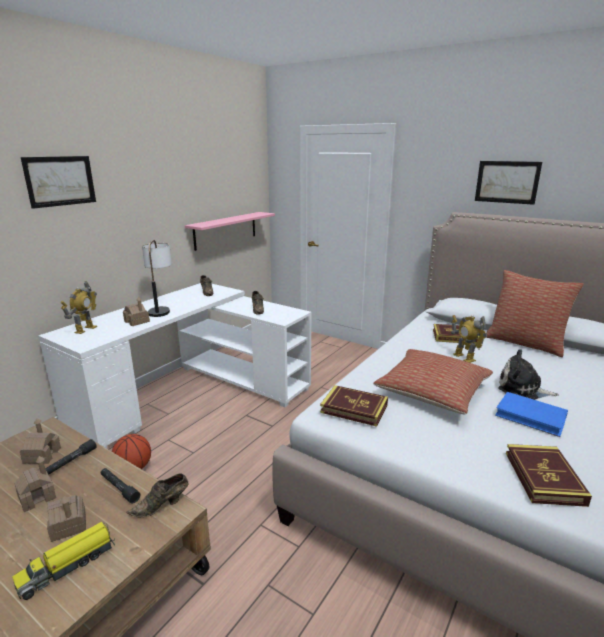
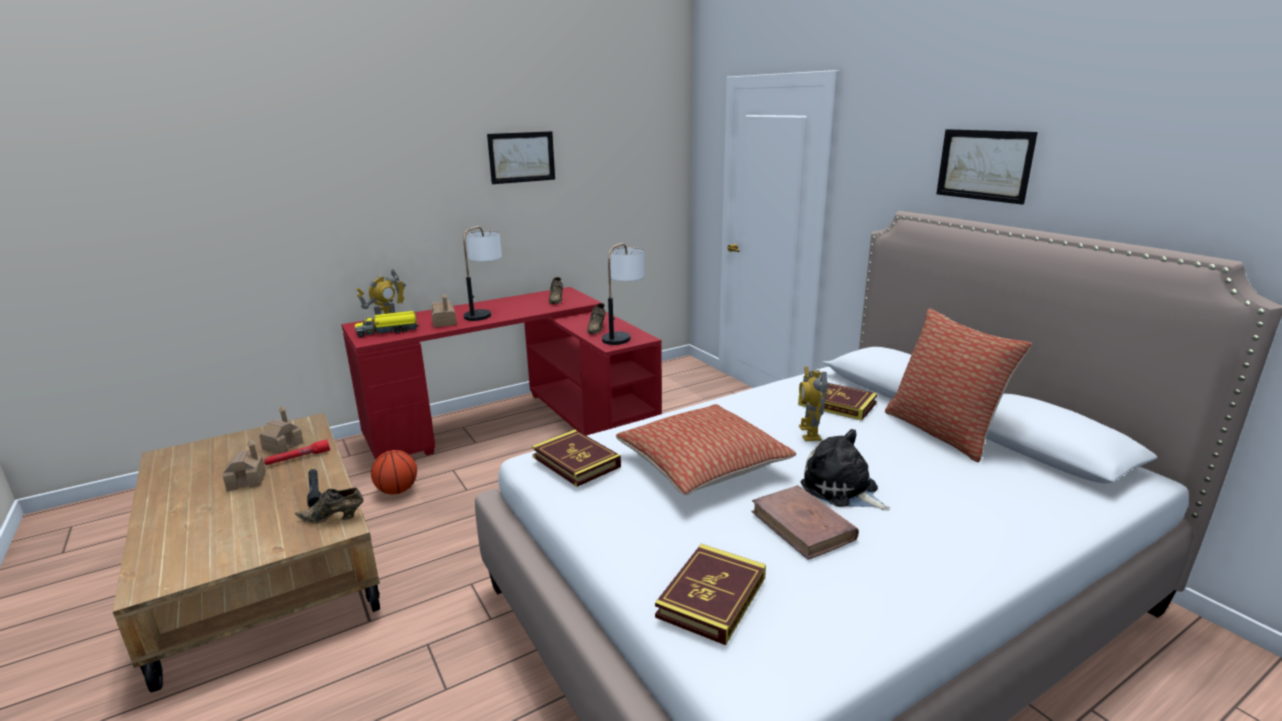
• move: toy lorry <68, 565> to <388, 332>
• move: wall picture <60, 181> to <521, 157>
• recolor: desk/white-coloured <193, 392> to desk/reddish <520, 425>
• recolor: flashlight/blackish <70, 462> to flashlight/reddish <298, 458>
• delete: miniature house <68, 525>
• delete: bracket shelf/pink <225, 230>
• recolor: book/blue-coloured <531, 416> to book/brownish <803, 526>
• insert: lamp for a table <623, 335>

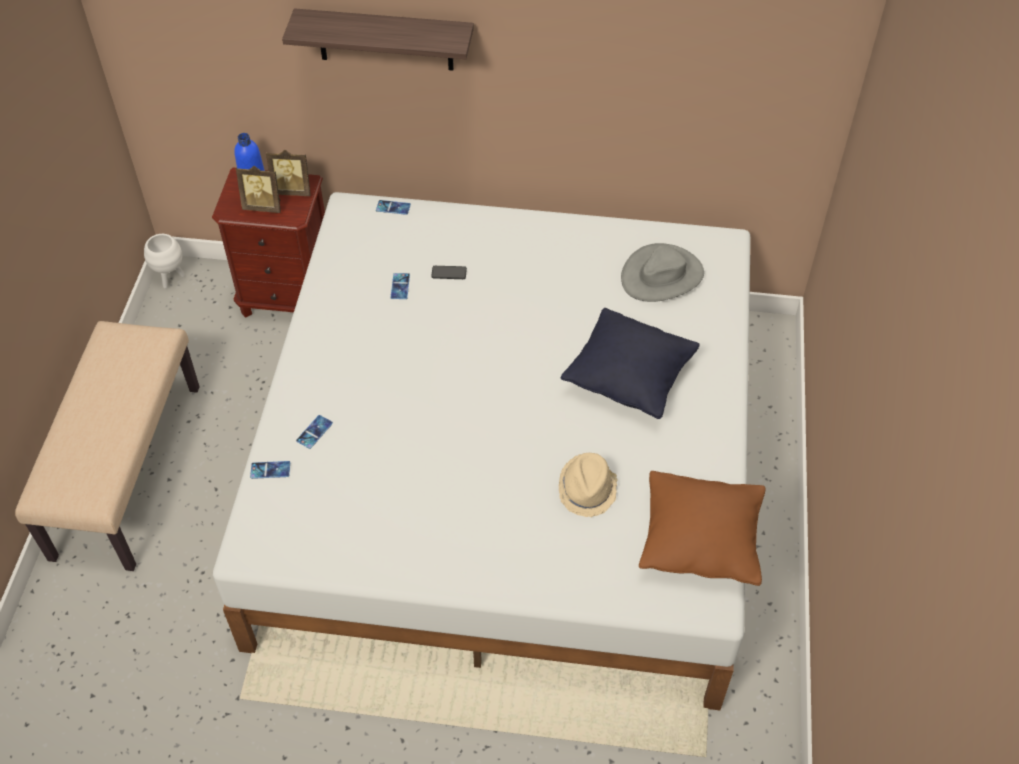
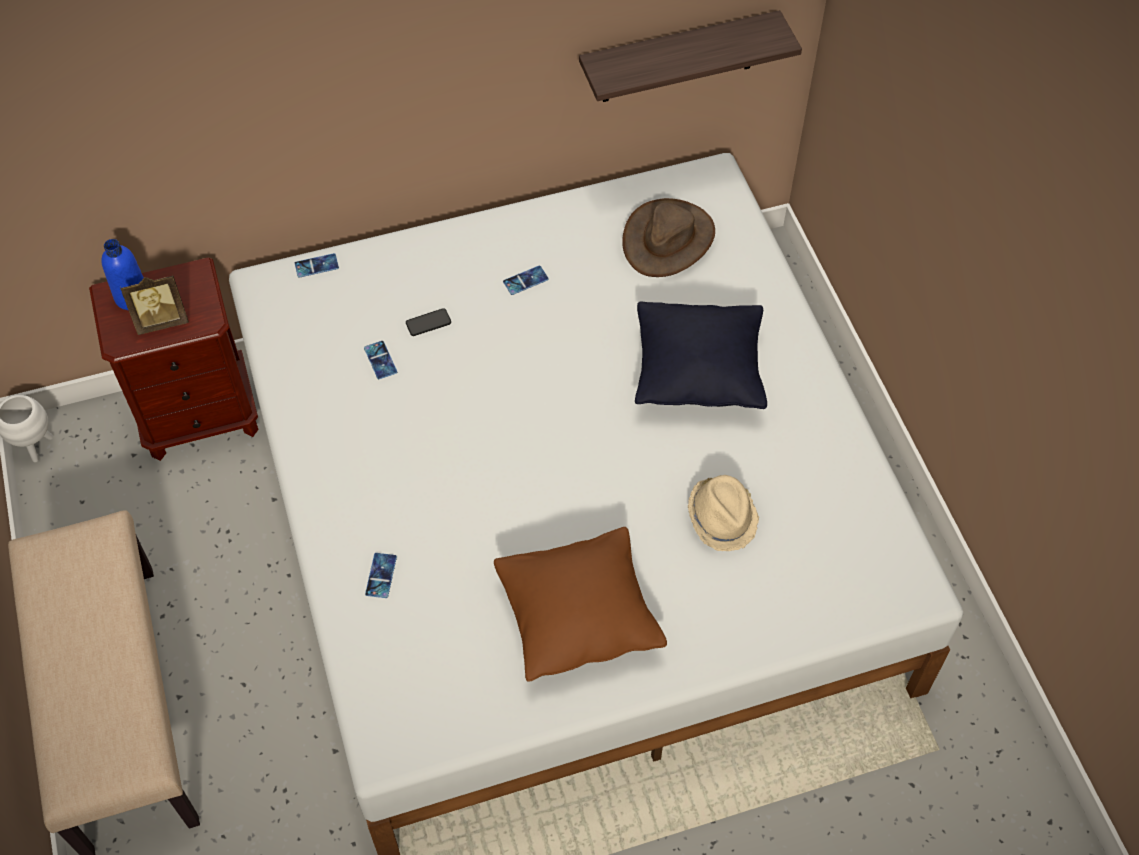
• move: telephone <270, 470> to <525, 280>
• delete: standing frame <293, 190>
• move: bracket shelf <385, 40> to <678, 58>
• recolor: hat/greyish <662, 275> to hat/brownish <668, 239>
• move: cushion/brownish <699, 543> to <578, 619>

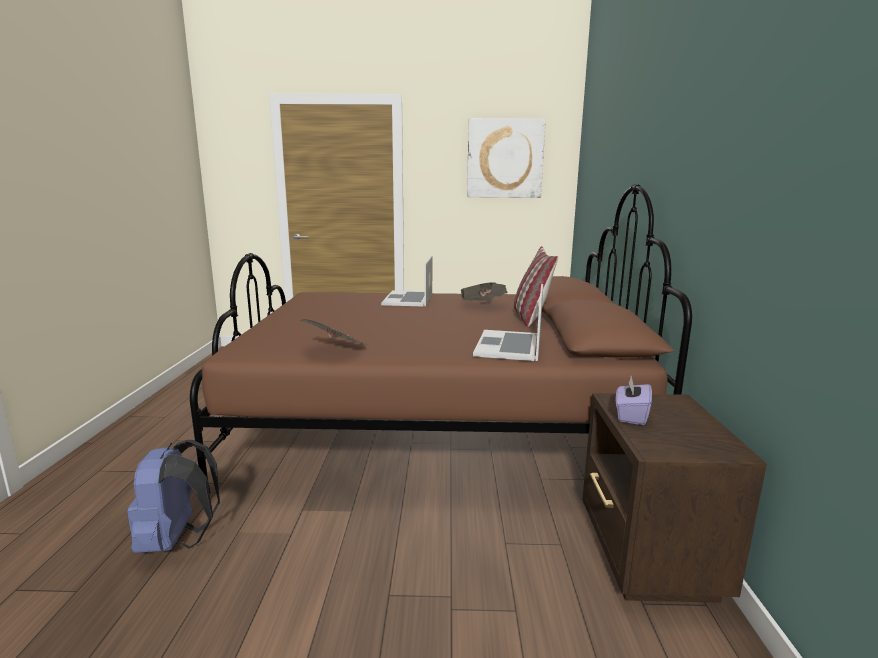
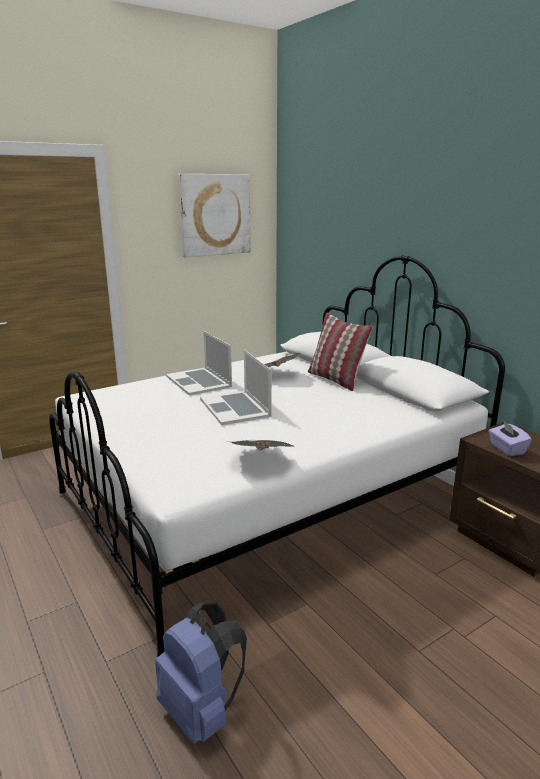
• recolor: bedroom bed/brownish <436, 425> to bedroom bed/white-coloured <268, 499>
• move: notebook computer <509, 346> to <235, 407>

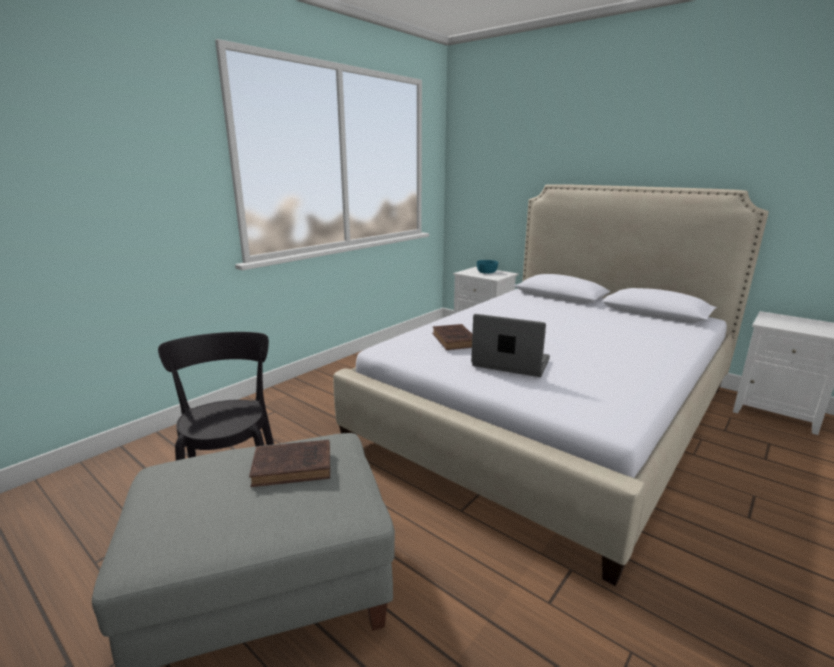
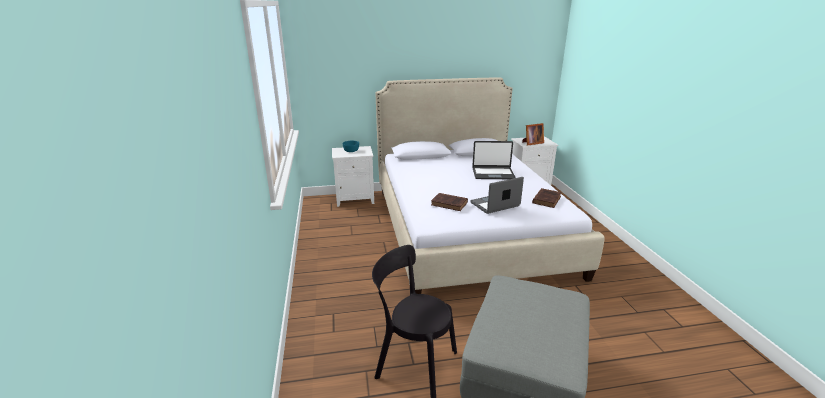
• move: book/brownish <295, 466> to <547, 199>
• insert: notebook computer <493, 174>
• insert: standing frame <532, 143>

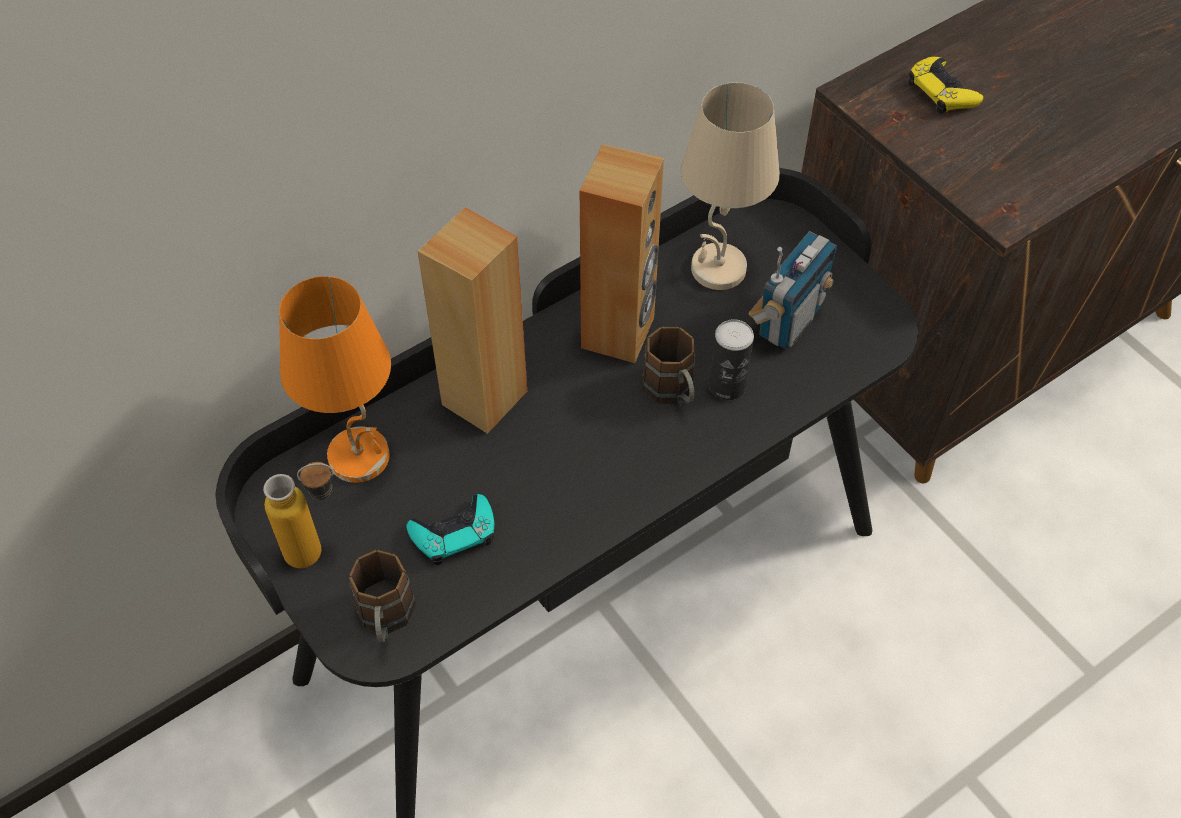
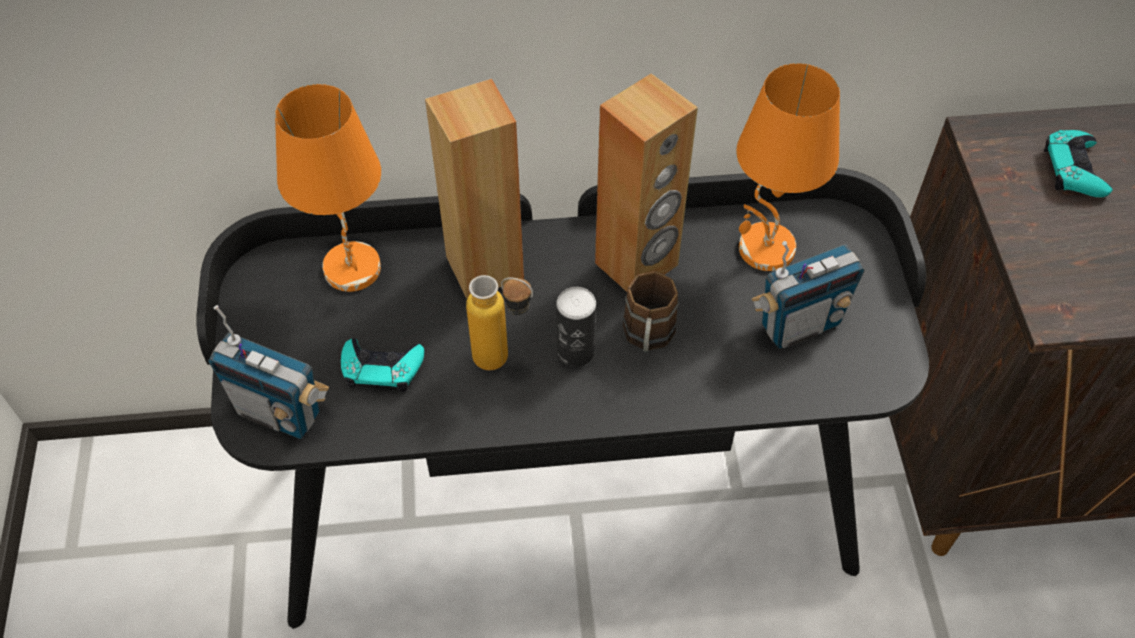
• move: bottle <319, 550> to <504, 361>
• replace: mug/brownish <386, 620> to radio set <280, 412>
• recolor: lamp for a table/sand-coloured <718, 270> to lamp for a table/orangey <765, 249>
• move: sealed can <727, 386> to <575, 352>
• recolor: joypad/yellow-coloured <942, 91> to joypad/blue-green <1074, 169>

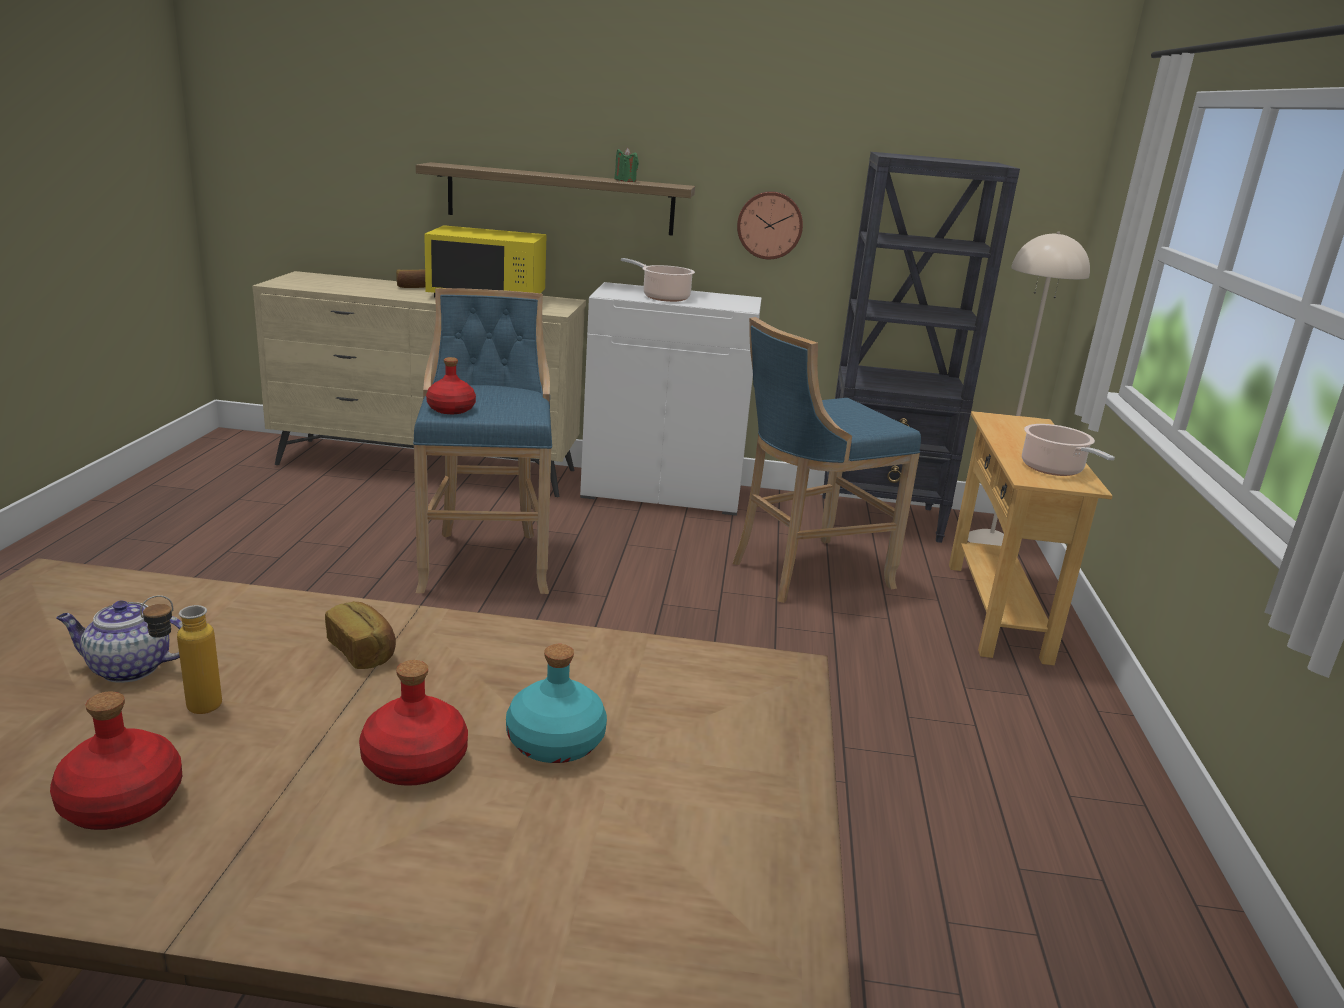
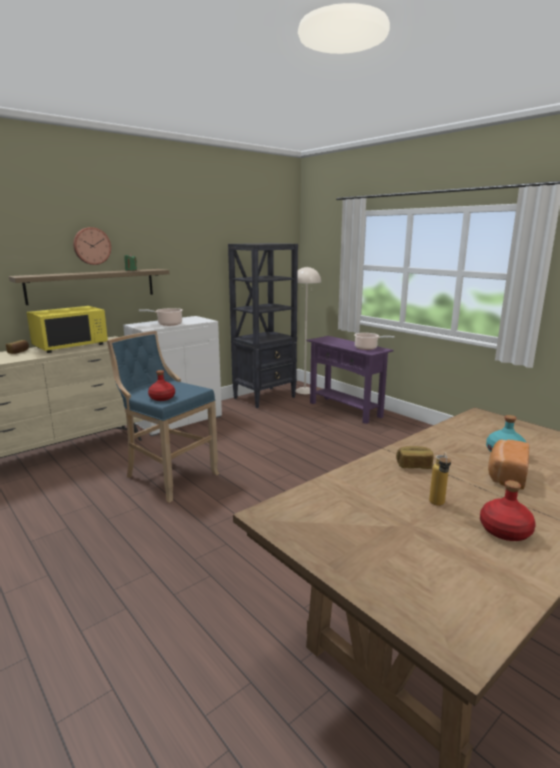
• delete: pot for tea <127, 669>
• replace: bottle/reddish <416, 763> to bread <505, 475>
• delete: stool/blue-coloured <804, 573>
• move: clock on the wall <770, 225> to <91, 246>
• recolor: console table/sand-coloured <996, 610> to console table/purplish <345, 409>

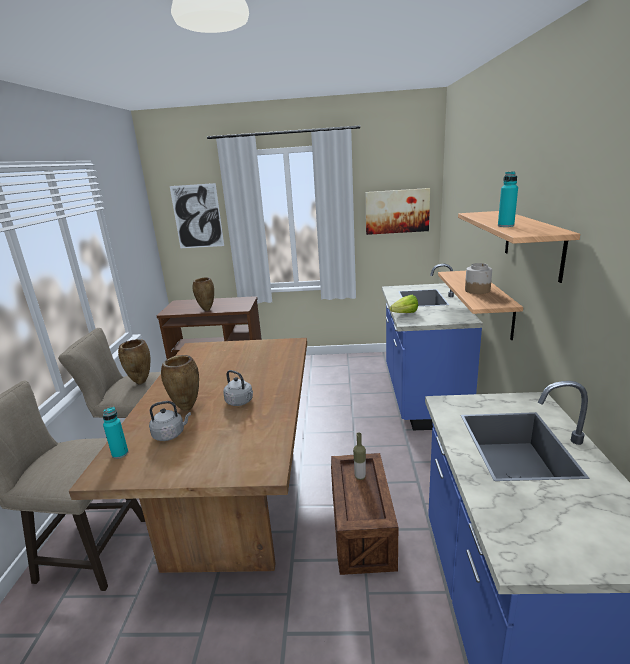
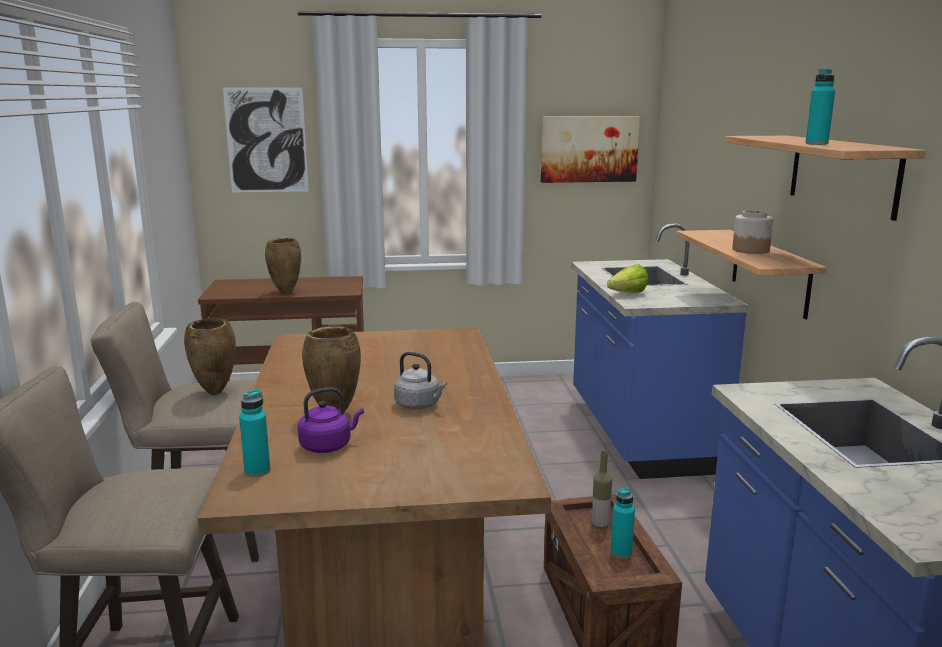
• recolor: water kettle/greyish <170, 434> to water kettle/purplish <328, 446>
• insert: bottle/blue-green <621, 552>

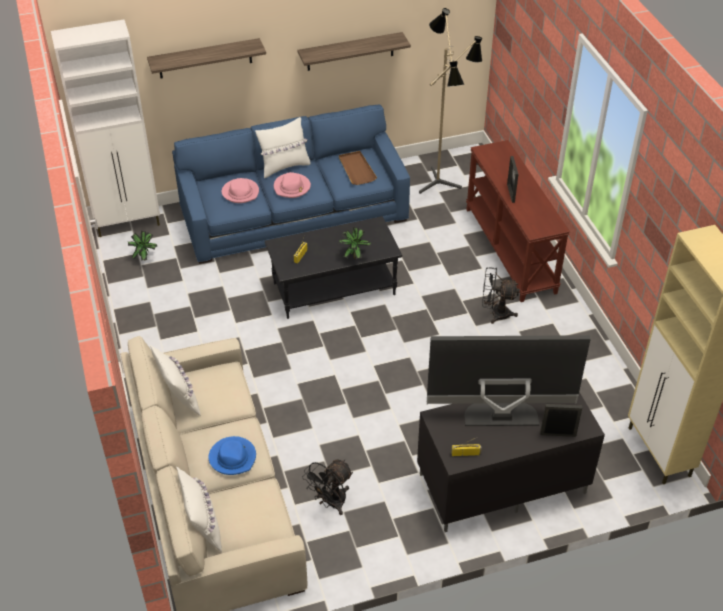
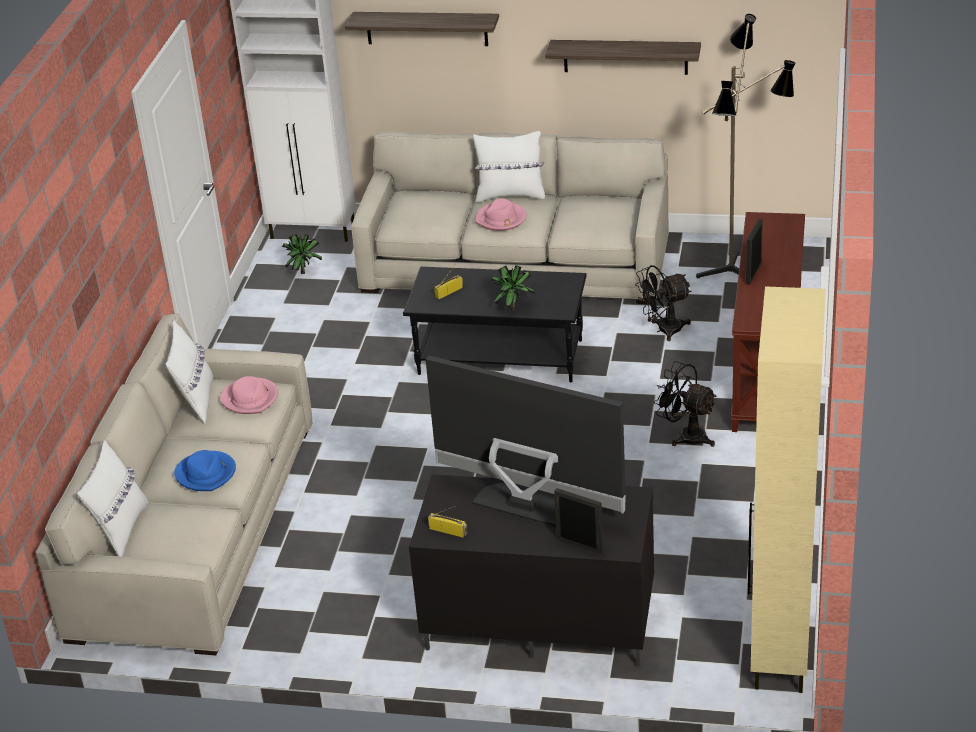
• recolor: sofa/blue-coloured <294, 213> to sofa/sand-coloured <516, 264>
• move: hat/pink <240, 192> to <250, 398>
• move: fan/blackish <331, 503> to <663, 330>
• delete: tray/brownish <356, 169>

